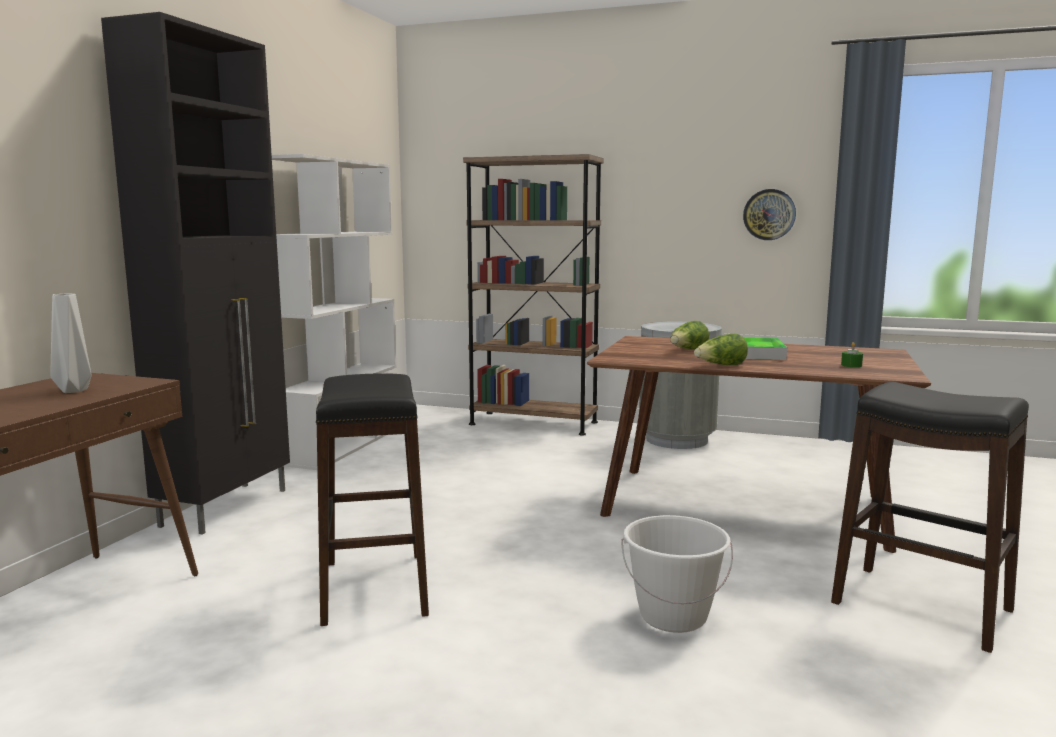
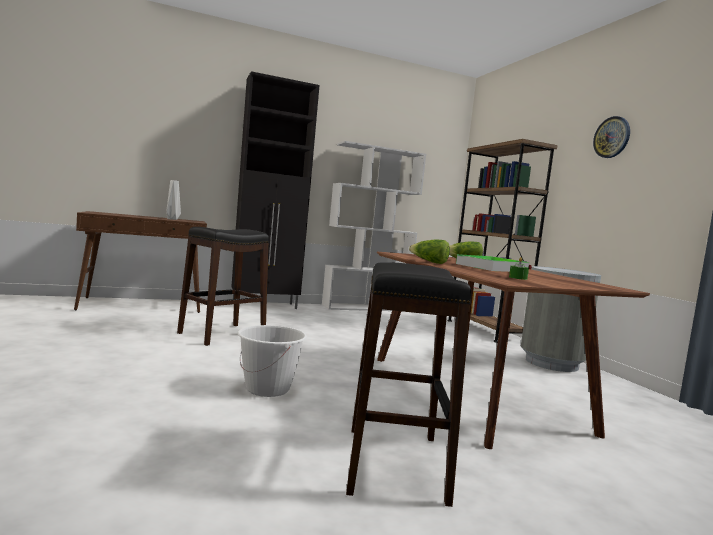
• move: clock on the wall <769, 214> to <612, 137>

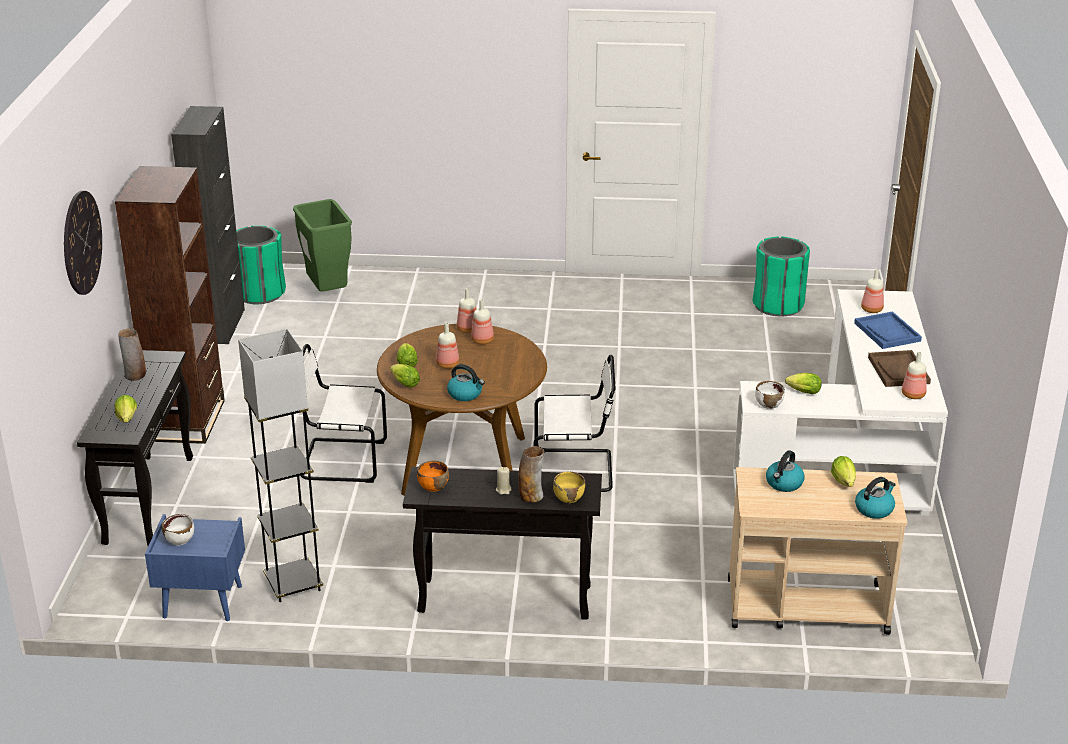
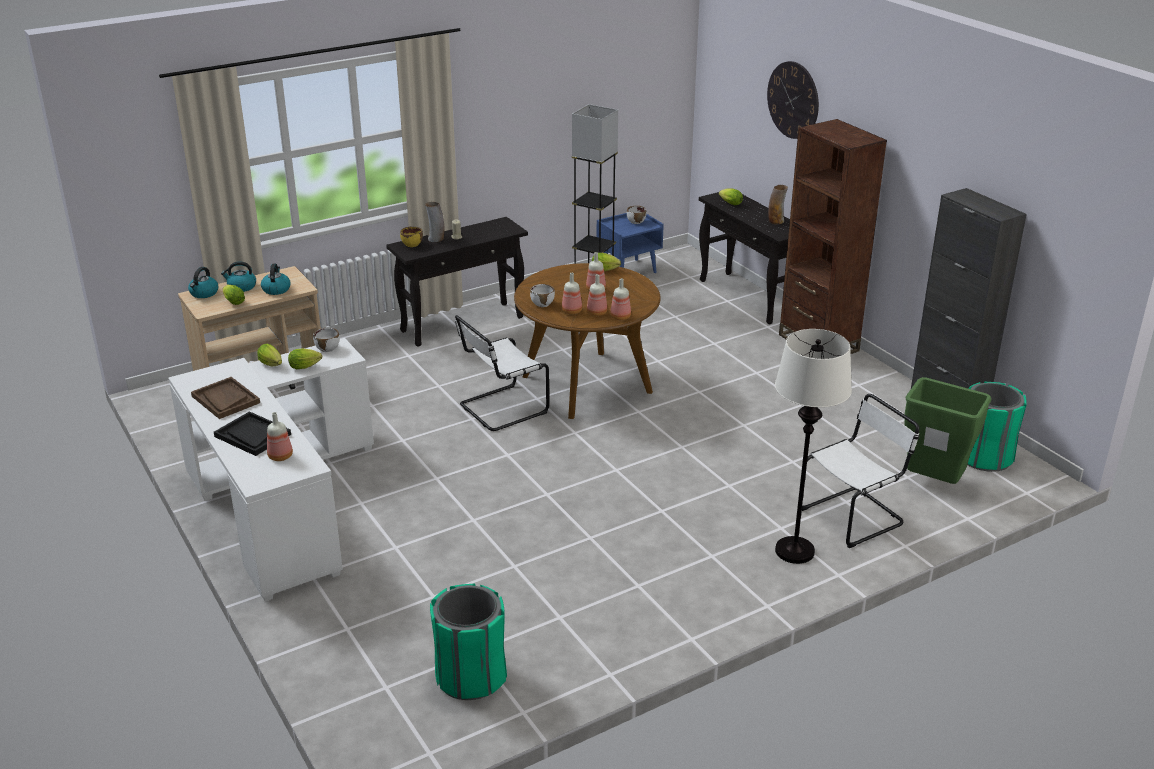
• move: chair/white-coloured <340, 460> to <854, 516>
• move: lettuce <406, 363> to <272, 365>
• delete: serving bowl/orangey <433, 486>
• move: water kettle <465, 394> to <241, 287>
• recolor: tray/blue-coloured <887, 332> to tray/blackish <252, 435>
• move: bottle <912, 395> to <572, 311>
• insert: serving bowl/white-coloured <542, 304>
• insert: standing lamp/white-coloured <794, 551>

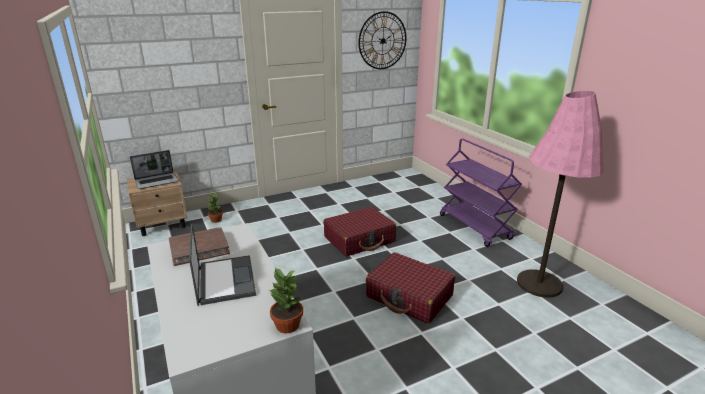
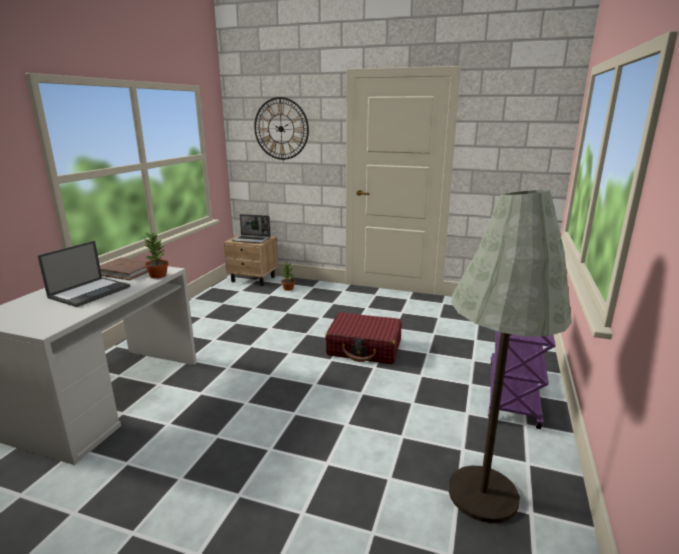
• move: houseplant <287, 325> to <158, 275>
• move: clock on the wall <382, 41> to <281, 129>
• delete: travel case/reddish <409, 296>
• recolor: standing lamp/pink <539, 284> to standing lamp/greyish <483, 494>

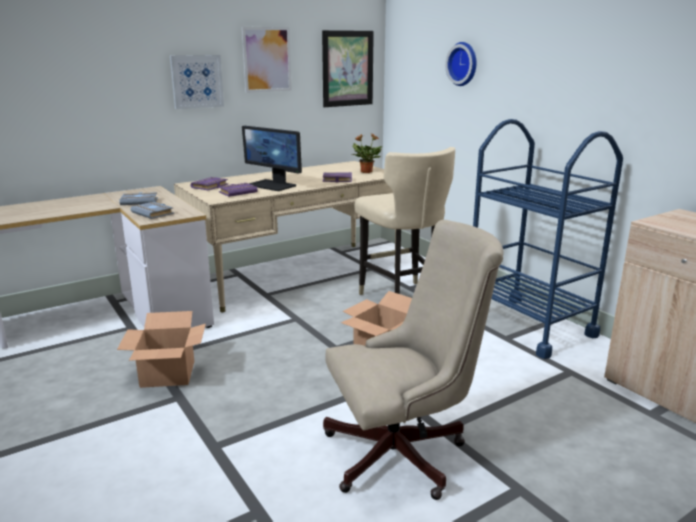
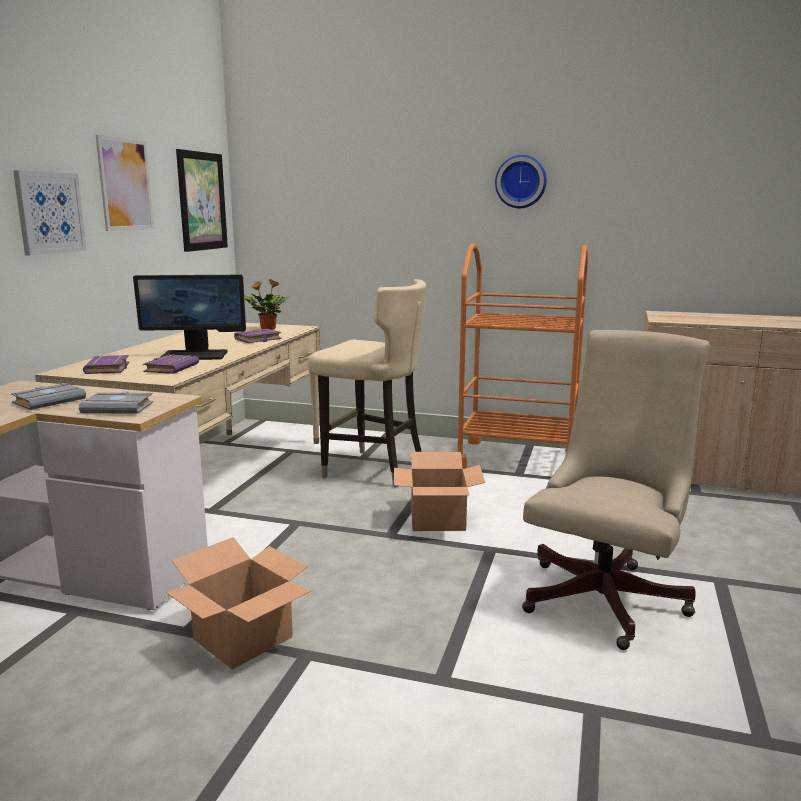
• move: clock on the wall <464, 64> to <521, 182>
• recolor: cart/blue-coloured <528, 325> to cart/orangey <517, 459>

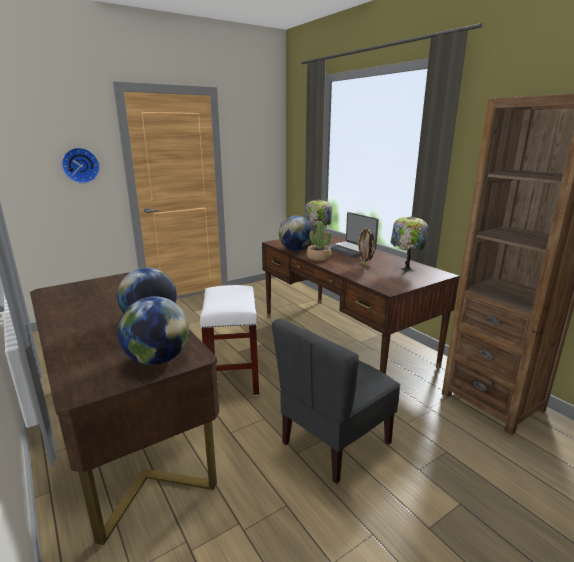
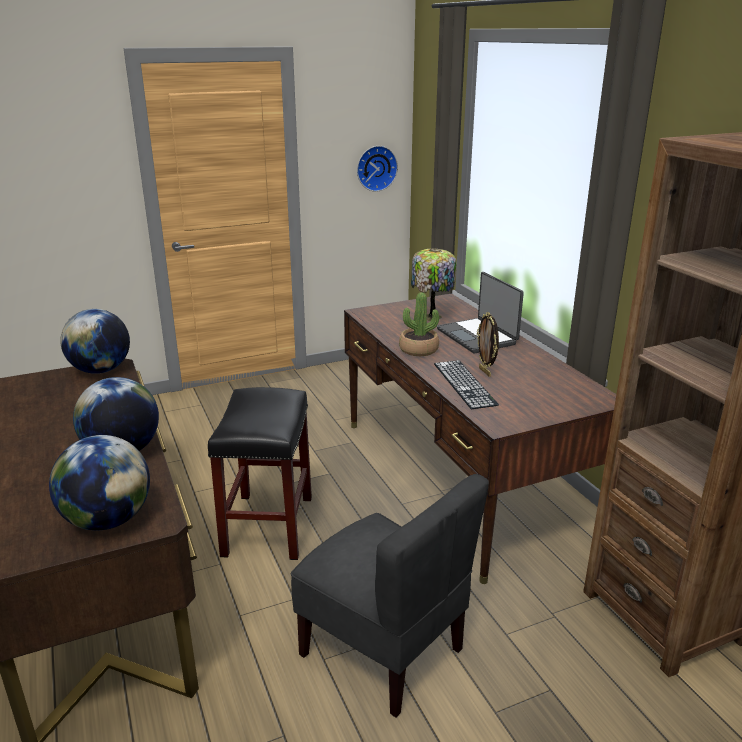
• move: clock on the wall <80, 165> to <375, 168>
• recolor: stool/white-coloured <233, 377> to stool/blackish <269, 526>
• rotate: chair/greyish <334, 442> = <384, 651> 105 degrees counterclockwise
• move: globe <296, 250> to <101, 370>
• delete: lamp for a table <406, 269>
• insert: keyboard <464, 384>

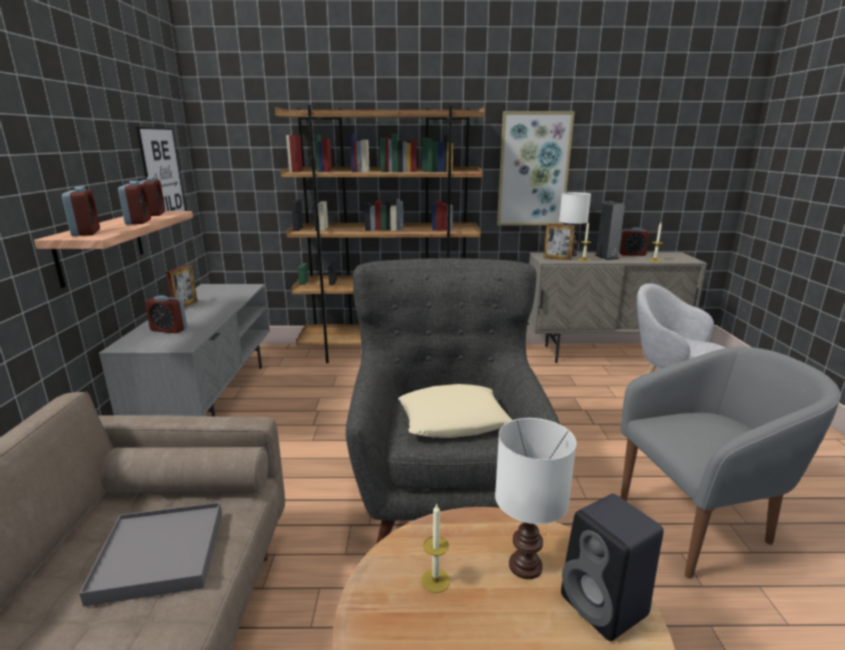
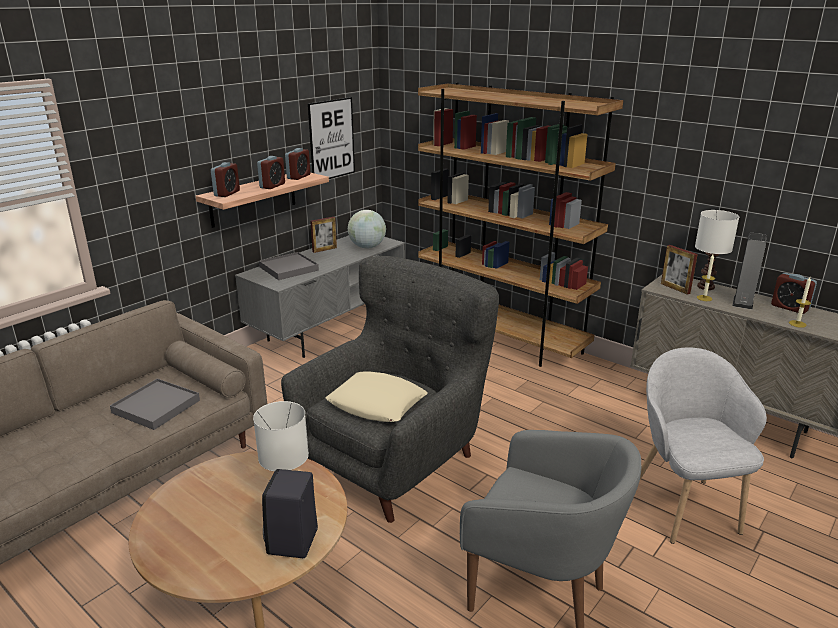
• replace: table clock <169, 330> to tray/greyish <289, 268>
• delete: wax light <435, 580>
• delete: wall picture <533, 170>
• insert: globe <367, 247>

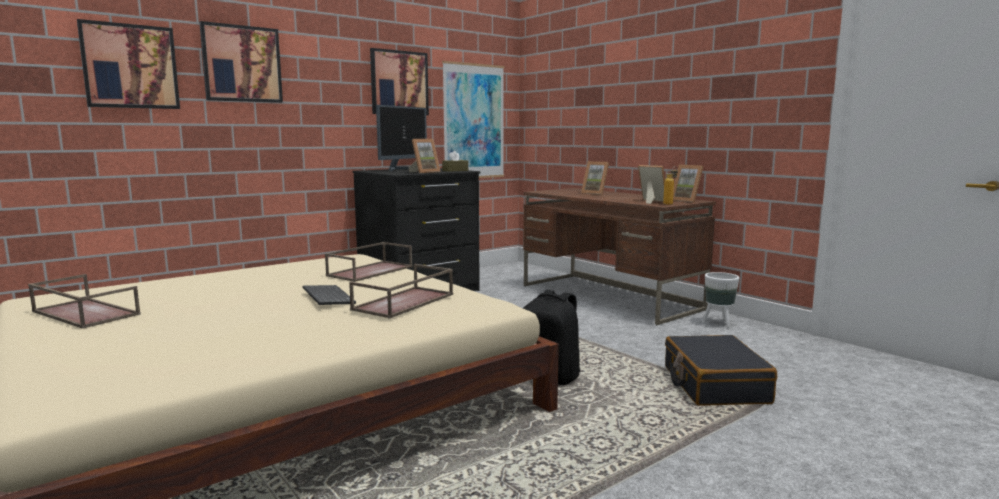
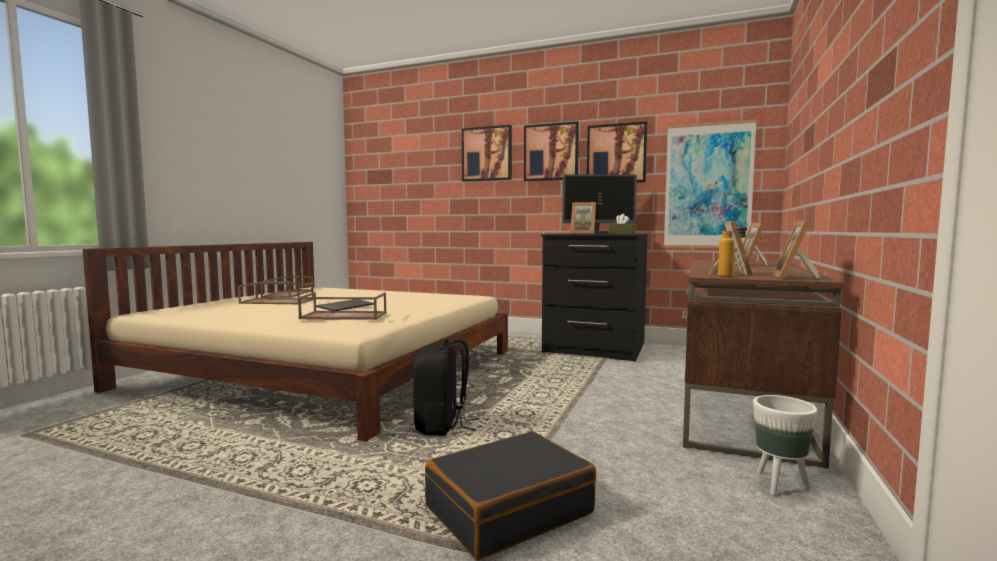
• move: wall picture <130, 66> to <551, 152>
• move: tray/brownish <370, 271> to <278, 301>

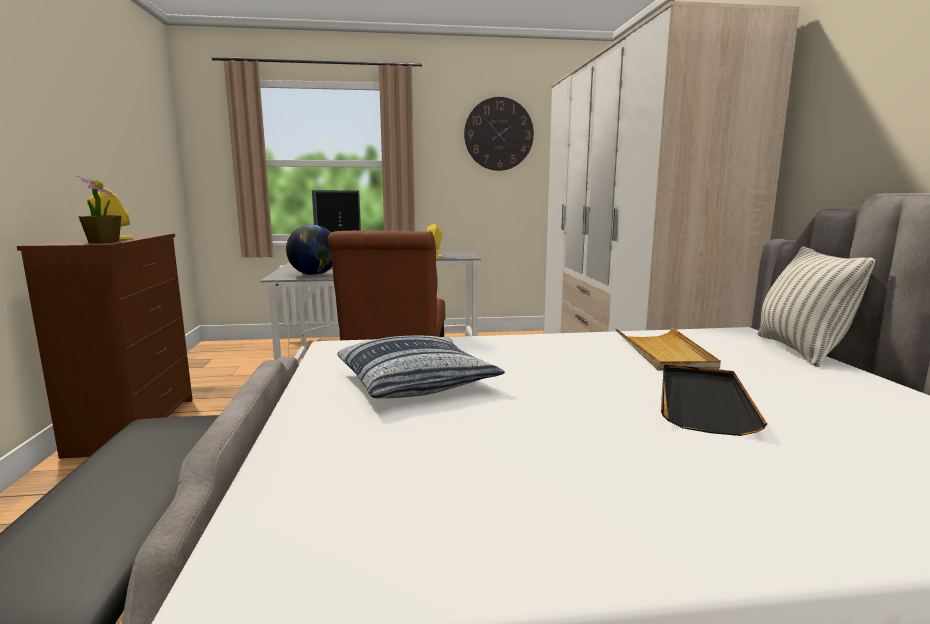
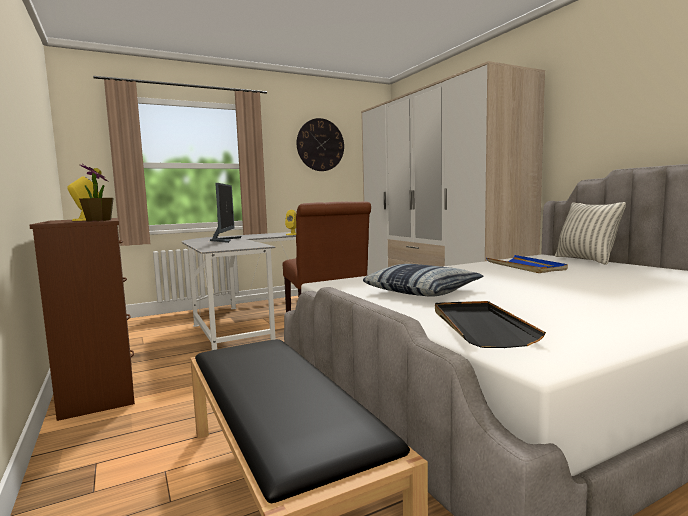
• delete: globe <314, 274>
• recolor: tray/sand-coloured <664, 352> to tray/blue-coloured <525, 267>
• move: tray/blackish <703, 402> to <479, 326>

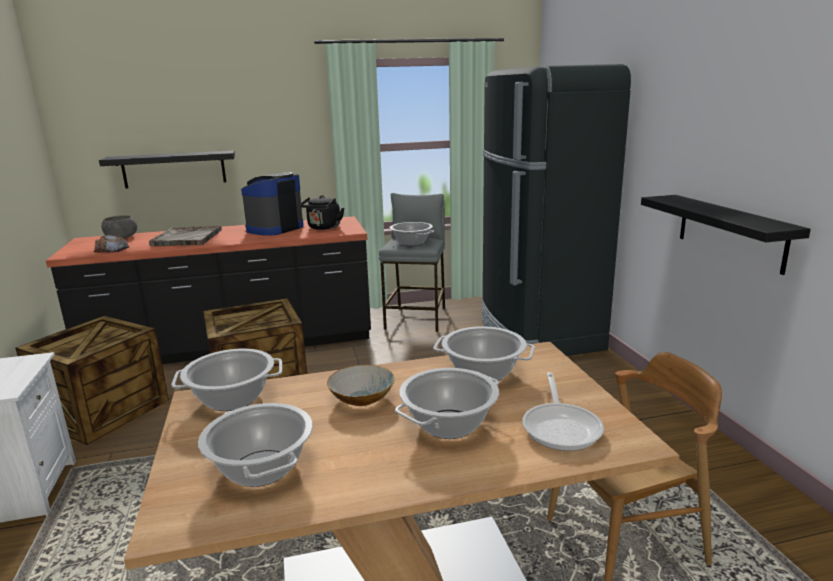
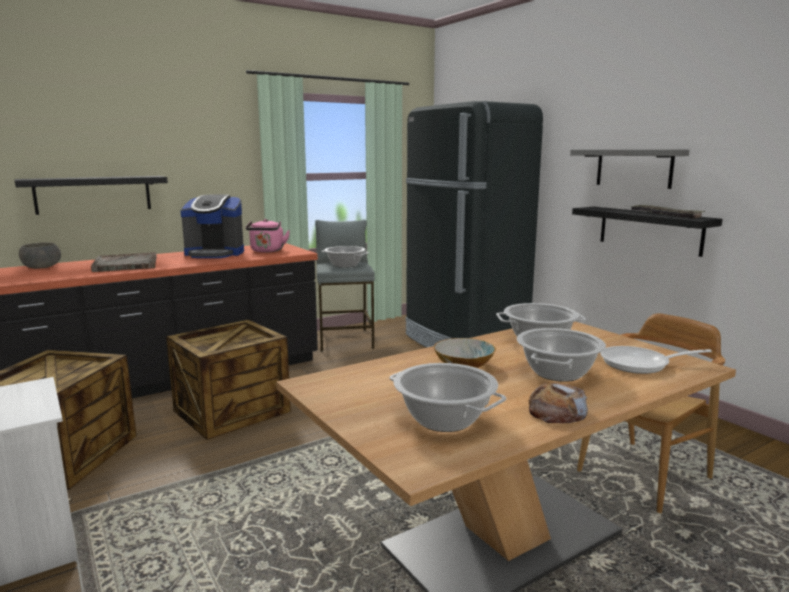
• move: bread <111, 249> to <556, 411>
• delete: saucepot <233, 399>
• rotate: coffee brewer <274, 229> = <215, 253> 105 degrees counterclockwise
• recolor: water kettle/blackish <323, 228> to water kettle/pink <267, 251>
• rotate: frying pan <561, 427> = <640, 364> 105 degrees clockwise
• insert: bracket shelf/greyish <634, 168>
• insert: tray <664, 215>

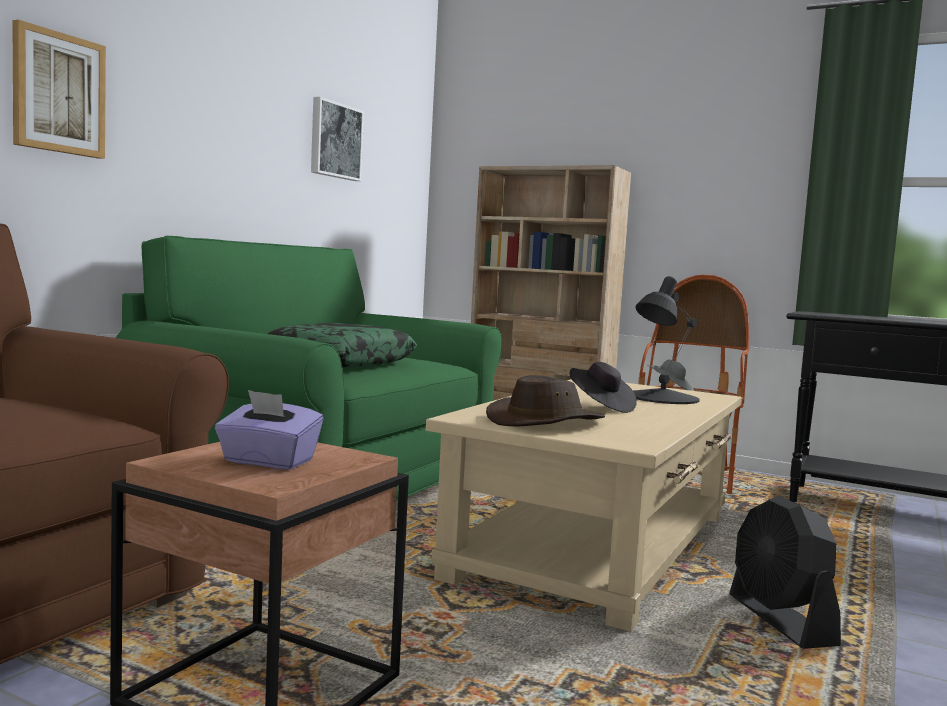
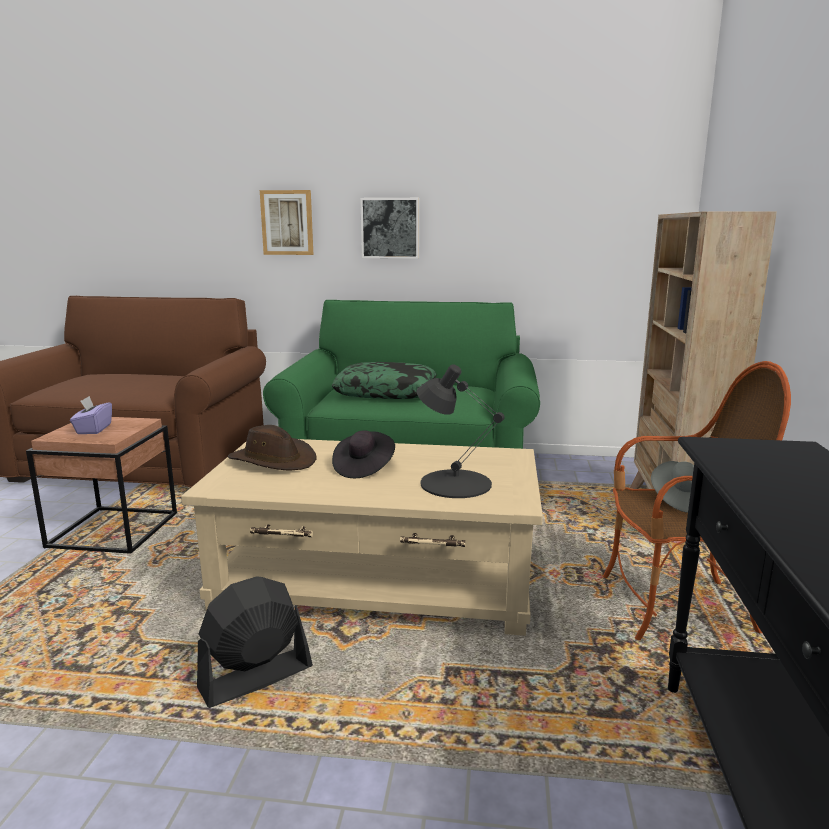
• move: wall picture <334, 140> to <390, 228>

